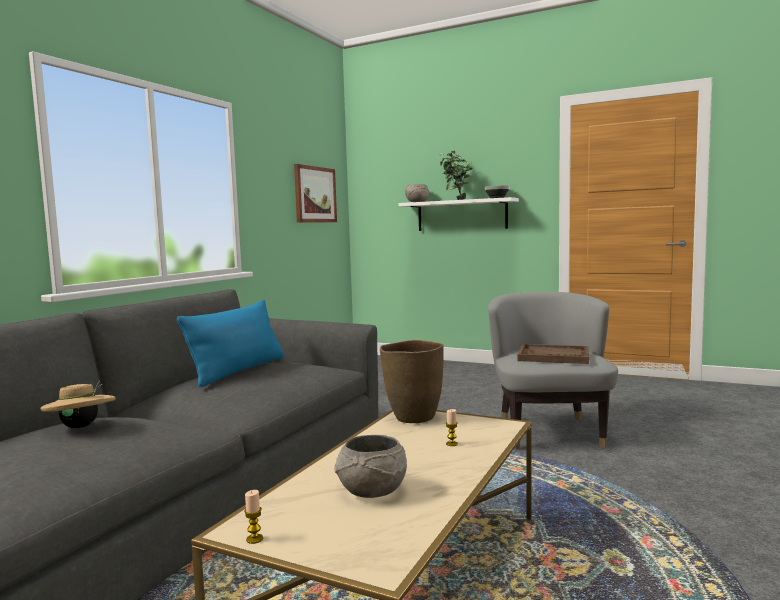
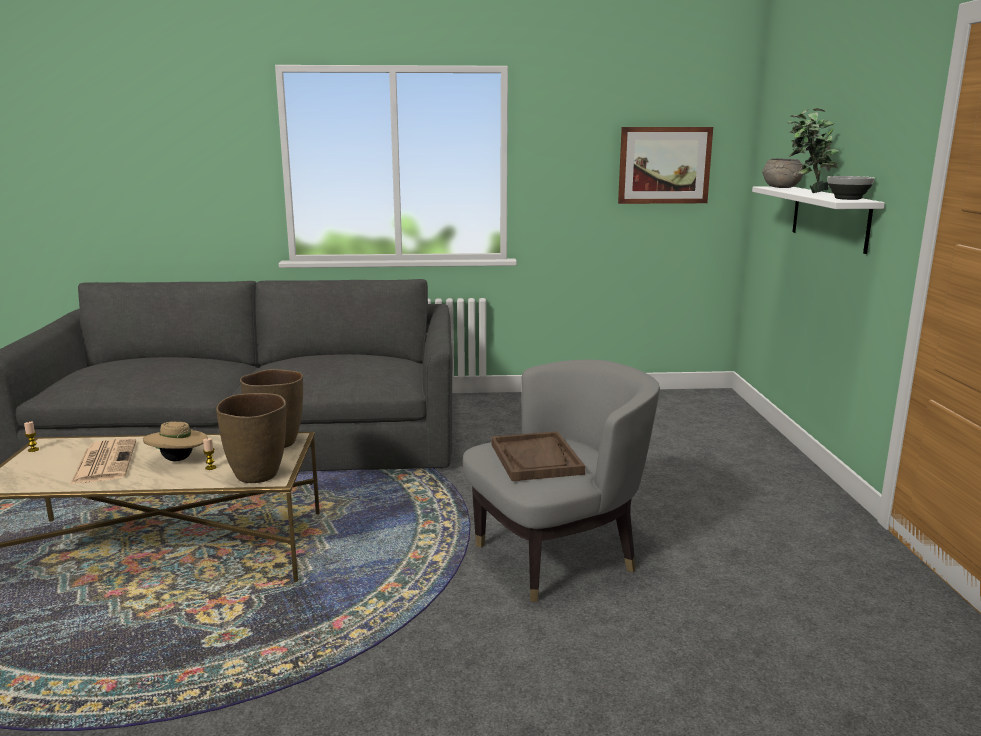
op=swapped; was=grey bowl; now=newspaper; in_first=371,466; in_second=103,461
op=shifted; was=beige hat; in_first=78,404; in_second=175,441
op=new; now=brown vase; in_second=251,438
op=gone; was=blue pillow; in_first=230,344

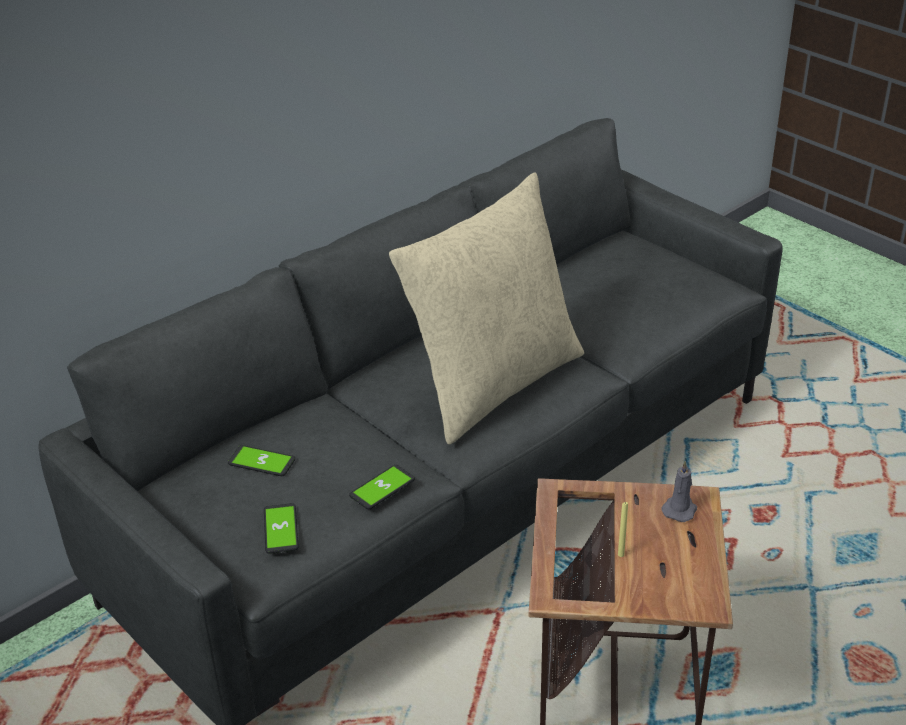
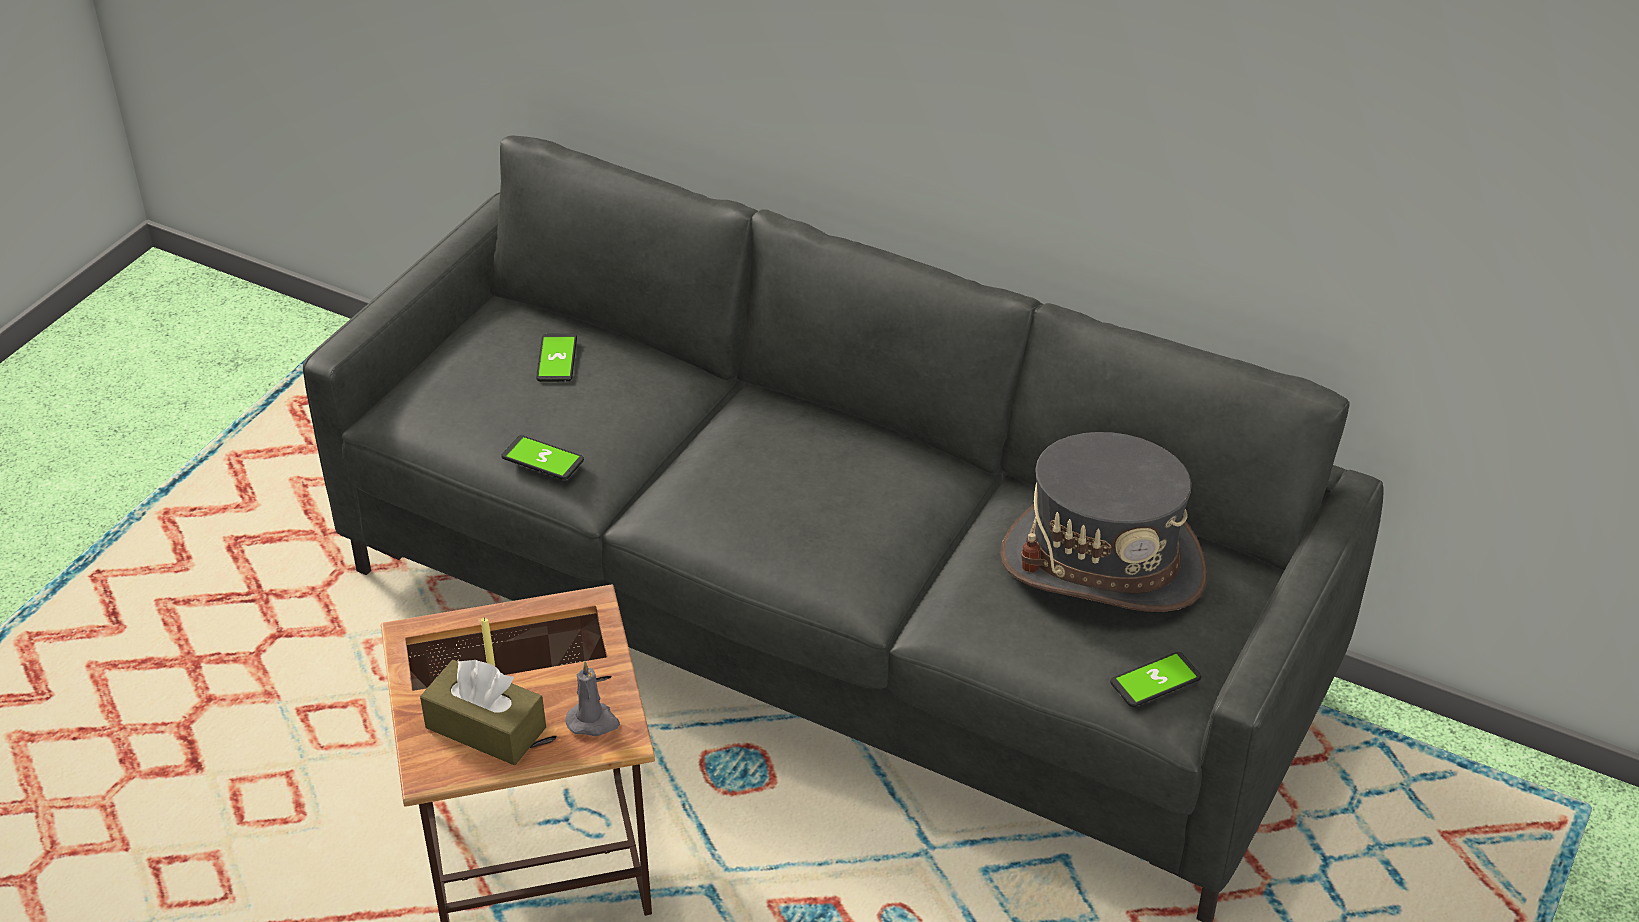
op=new; now=brown tissue box; in_second=483,712
op=new; now=grey hat; in_second=1103,522
op=shifted; was=phone; in_first=281,528; in_second=1156,679
op=gone; was=beige pillow; in_first=486,309

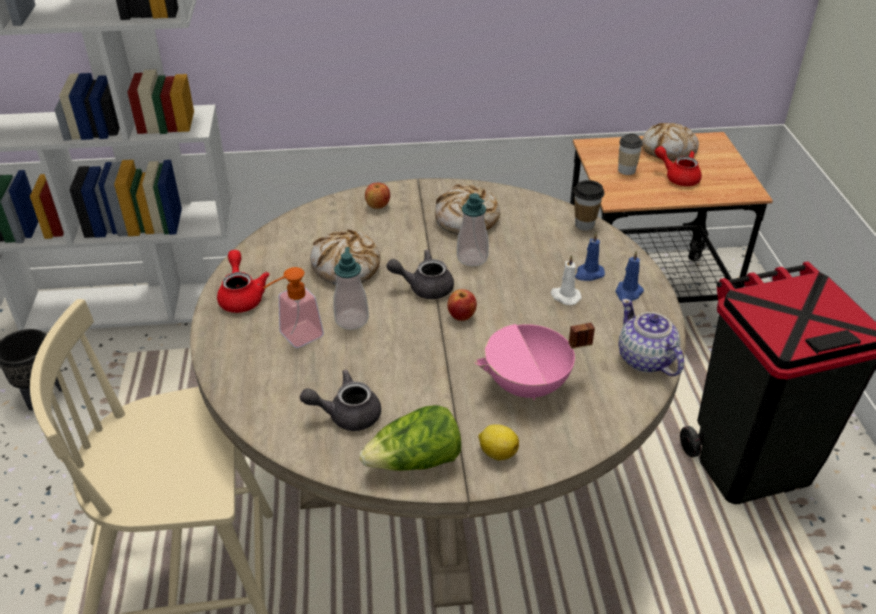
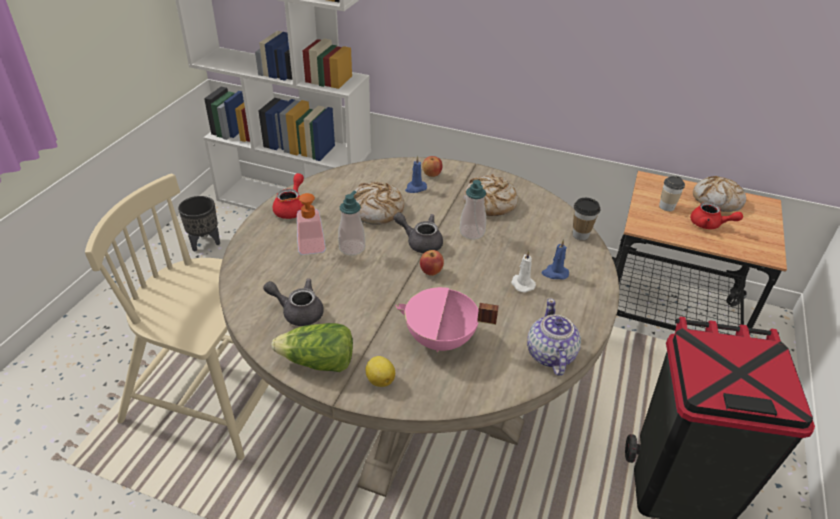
op=shifted; was=blue candle; in_first=629,275; in_second=416,174
op=rotated; was=red teapot; in_first=678,166; in_second=716,215; clockwise=150

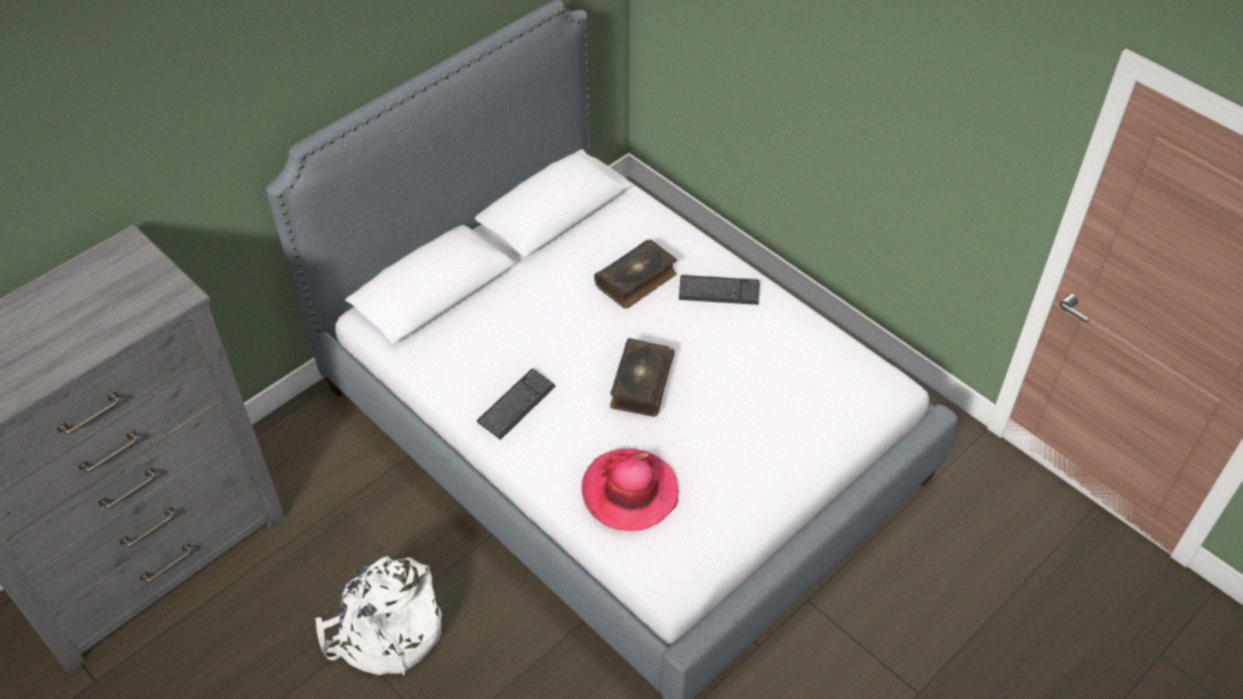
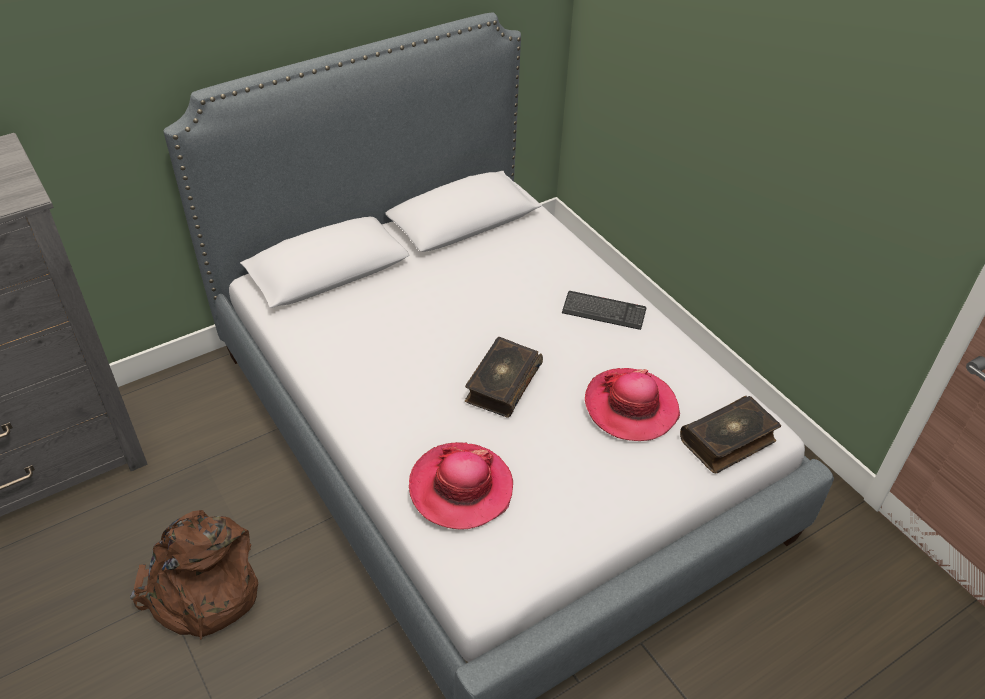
op=repainted; was=white backpack; now=brown backpack; in_first=378,615; in_second=194,575
op=new; now=hat; in_second=632,404
op=shifted; was=book; in_first=635,274; in_second=730,434
op=gone; was=keyboard; in_first=516,404

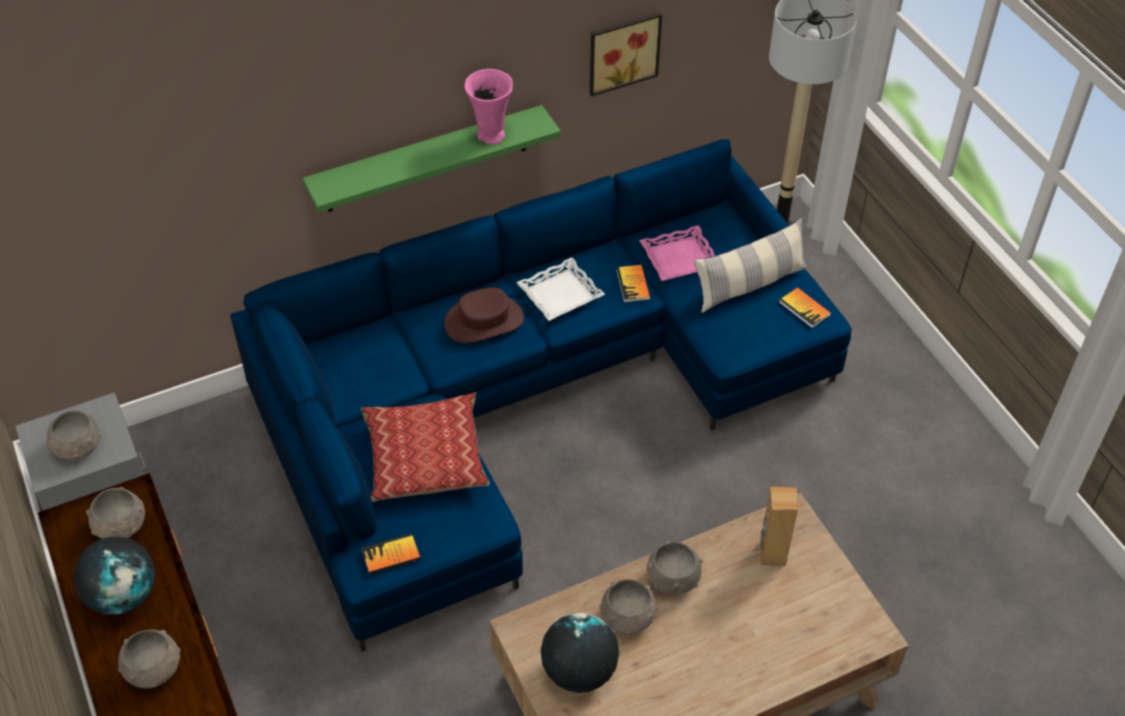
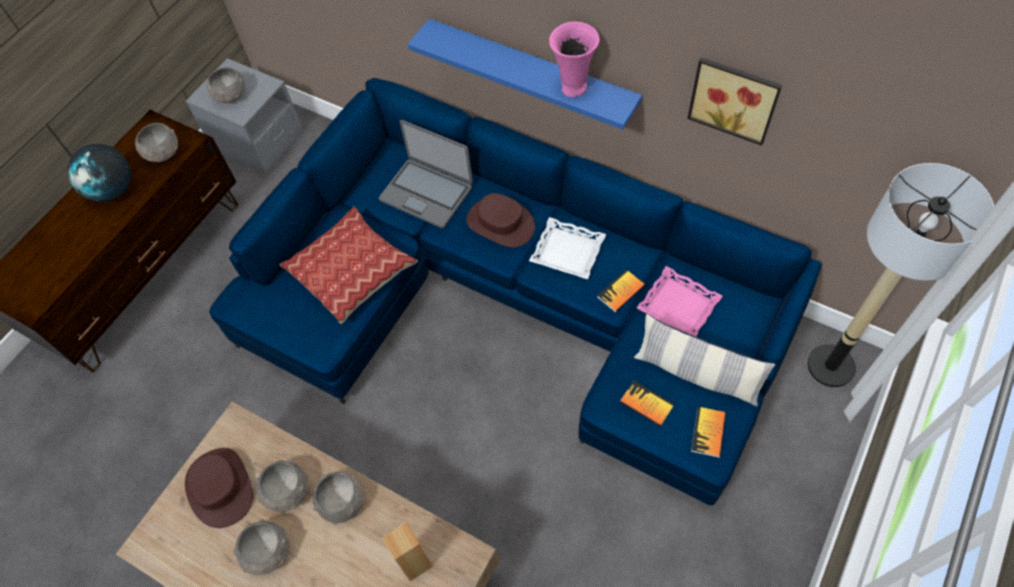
op=swapped; was=globe; now=brown hat; in_first=580,653; in_second=219,488
op=shifted; was=grey bowl; in_first=149,659; in_second=261,547
op=new; now=laptop; in_second=426,174
op=repainted; was=green shelf; now=blue shelf; in_first=432,158; in_second=525,74
op=shifted; was=book; in_first=391,553; in_second=647,403

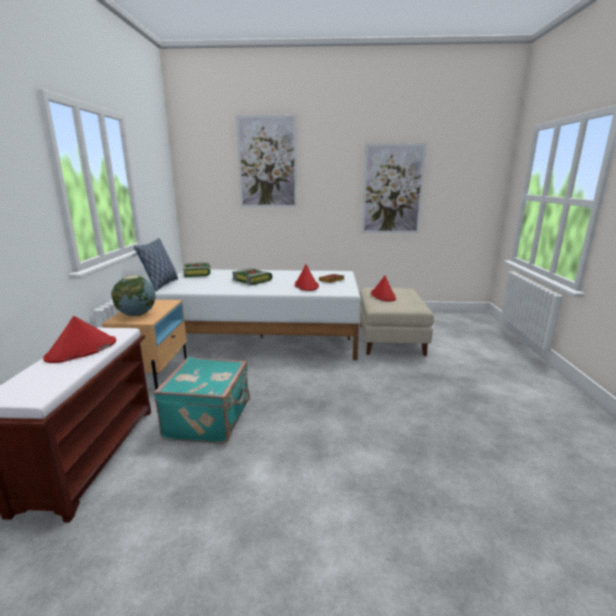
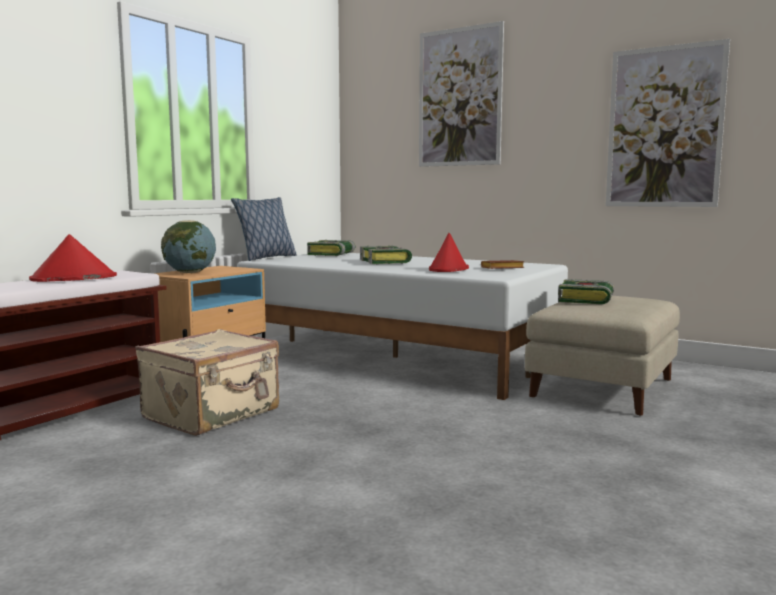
op=repainted; was=turquoise suitcase; now=beige suitcase; in_first=201,400; in_second=207,382
op=swapped; was=red hat; now=book; in_first=383,288; in_second=586,291

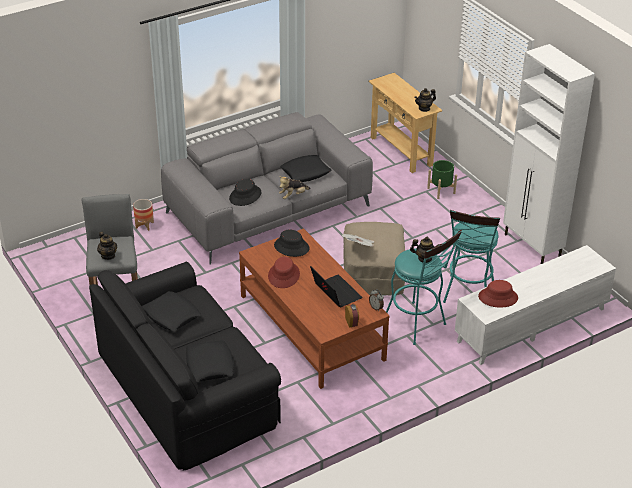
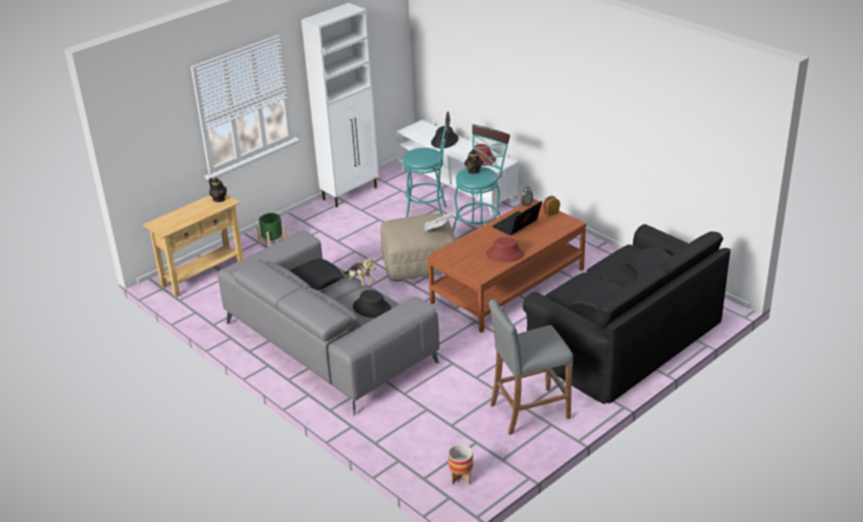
op=shifted; was=black hat; in_first=292,243; in_second=444,137
op=shifted; was=planter; in_first=143,215; in_second=460,464
op=gone; was=teapot; in_first=107,246

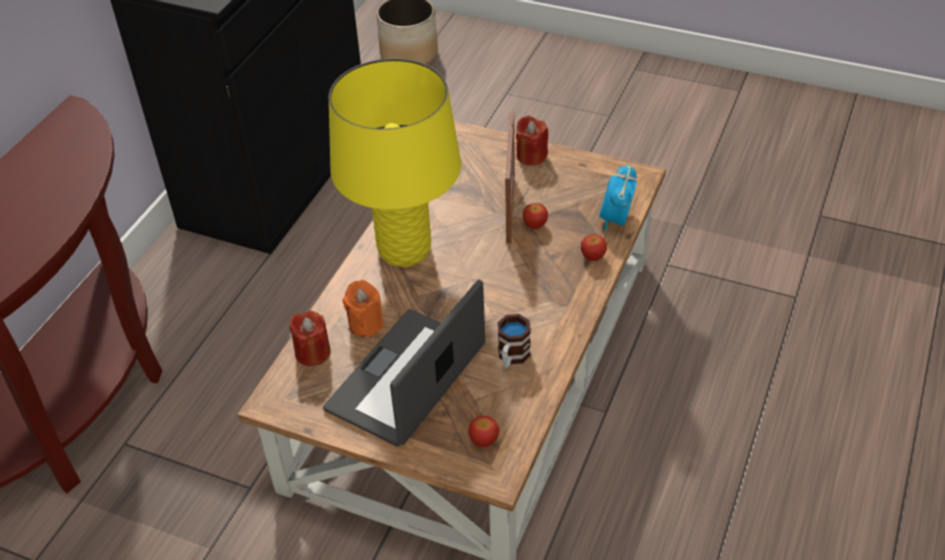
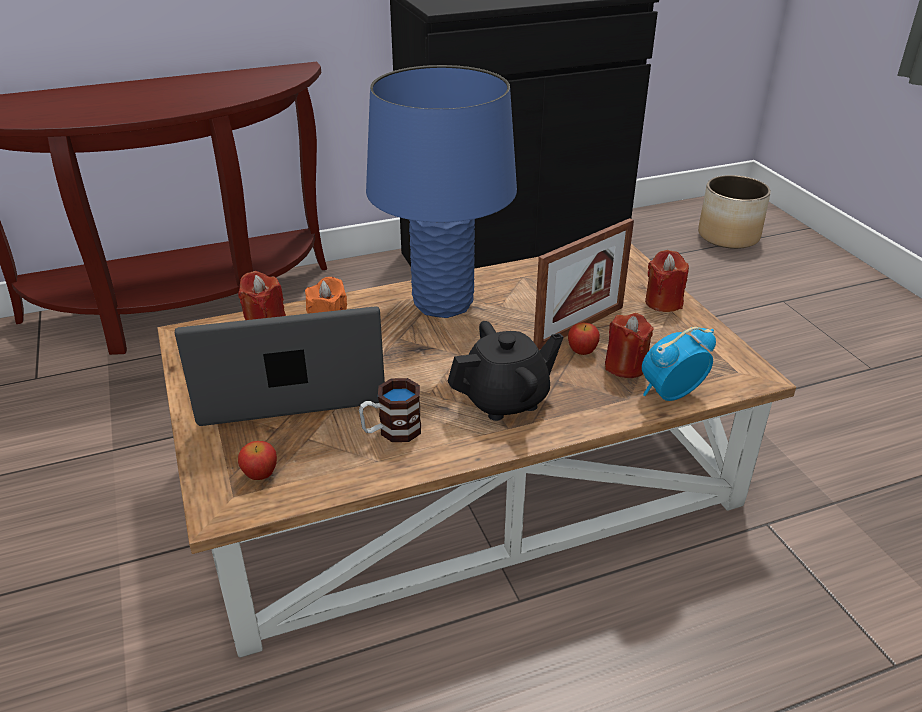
op=repainted; was=yellow table lamp; now=blue table lamp; in_first=395,162; in_second=441,191
op=new; now=black teapot; in_second=505,371
op=new; now=red candle; in_second=629,345
op=gone; was=apple; in_first=594,247

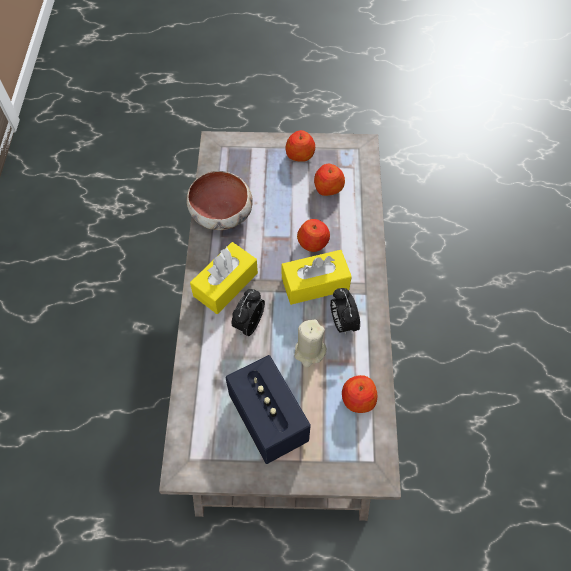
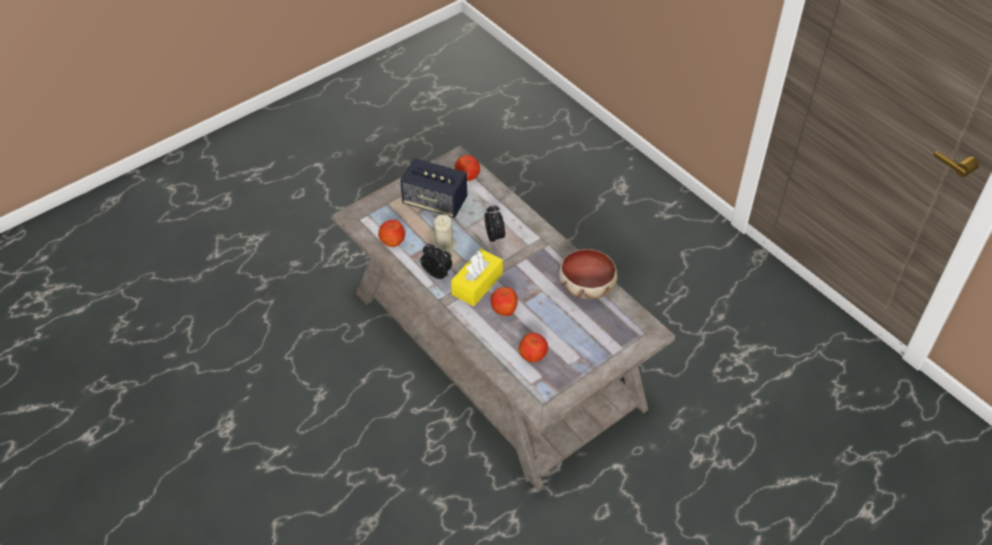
op=shifted; was=apple; in_first=300,146; in_second=467,168
op=gone; was=yellow tissue box; in_first=224,278

